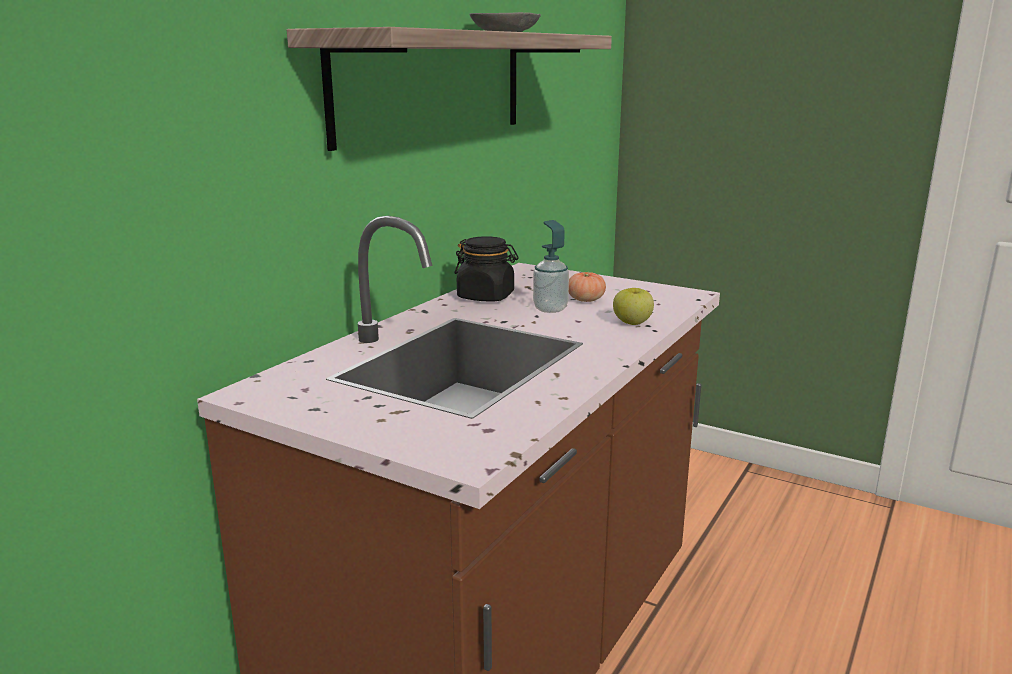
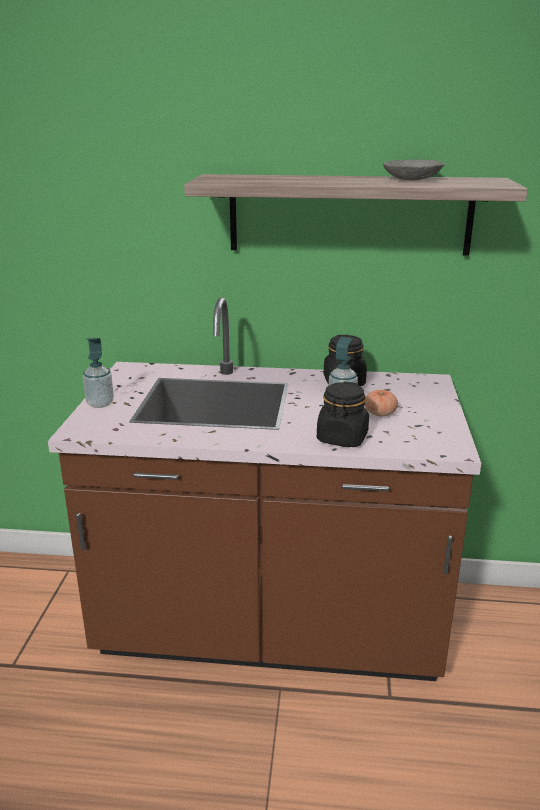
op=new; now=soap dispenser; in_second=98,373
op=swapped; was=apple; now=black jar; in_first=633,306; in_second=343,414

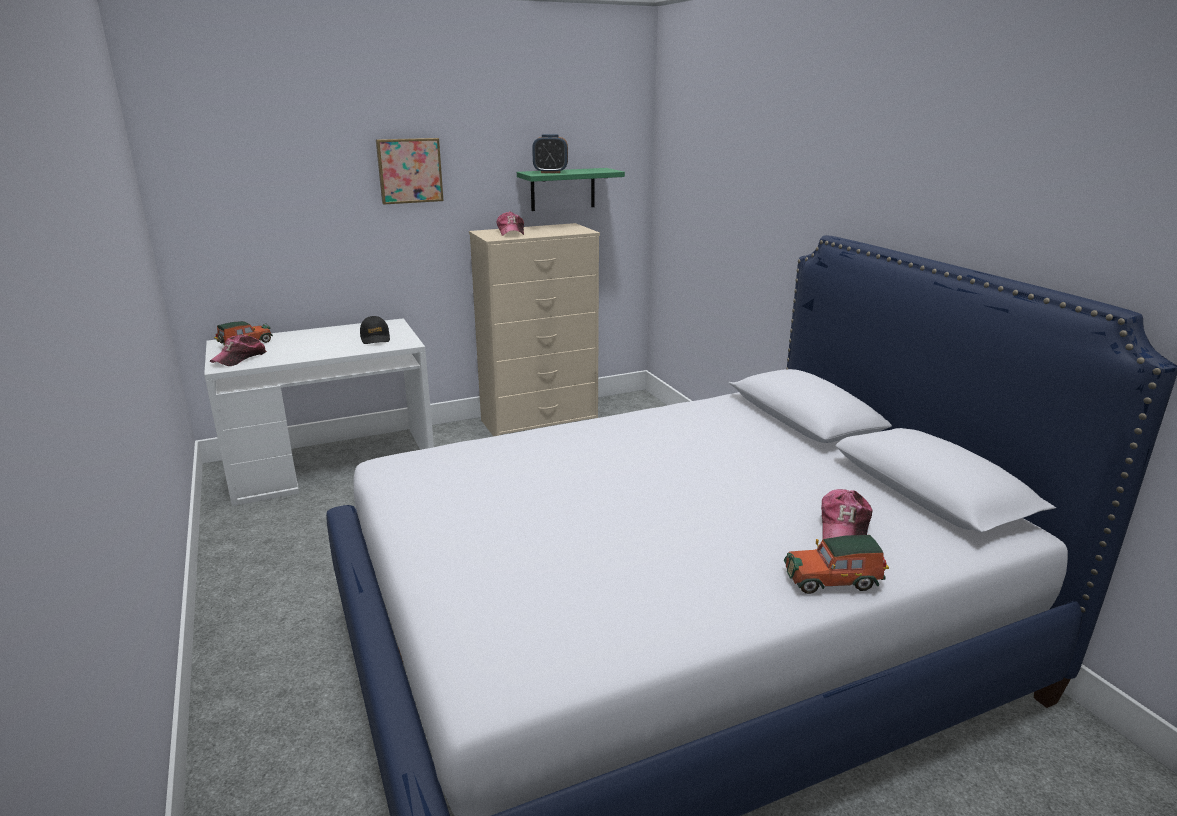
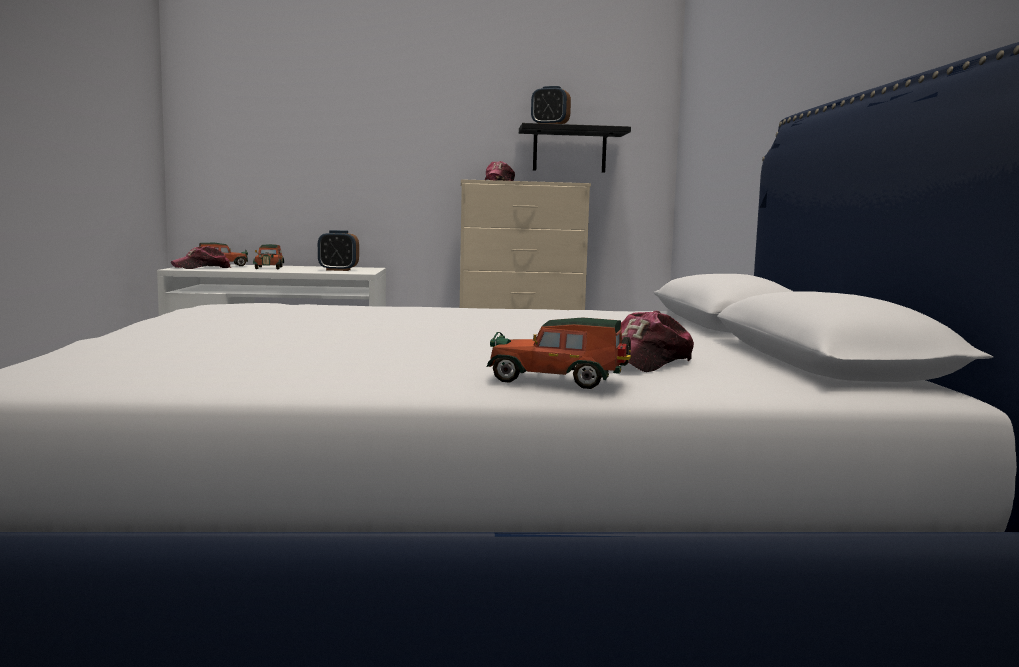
op=new; now=toy car; in_second=268,257
op=swapped; was=black cap; now=alarm clock; in_first=375,330; in_second=338,250
op=repainted; was=green shelf; now=black shelf; in_first=571,189; in_second=575,148
op=gone; was=picture; in_first=410,171

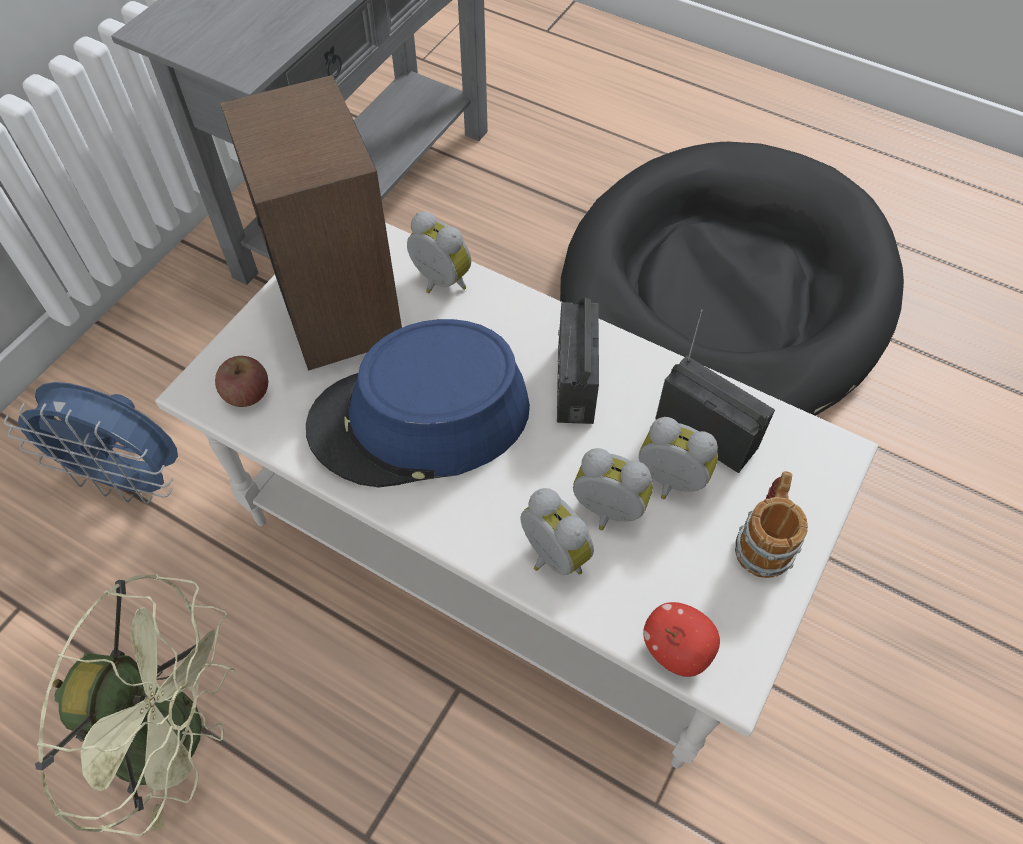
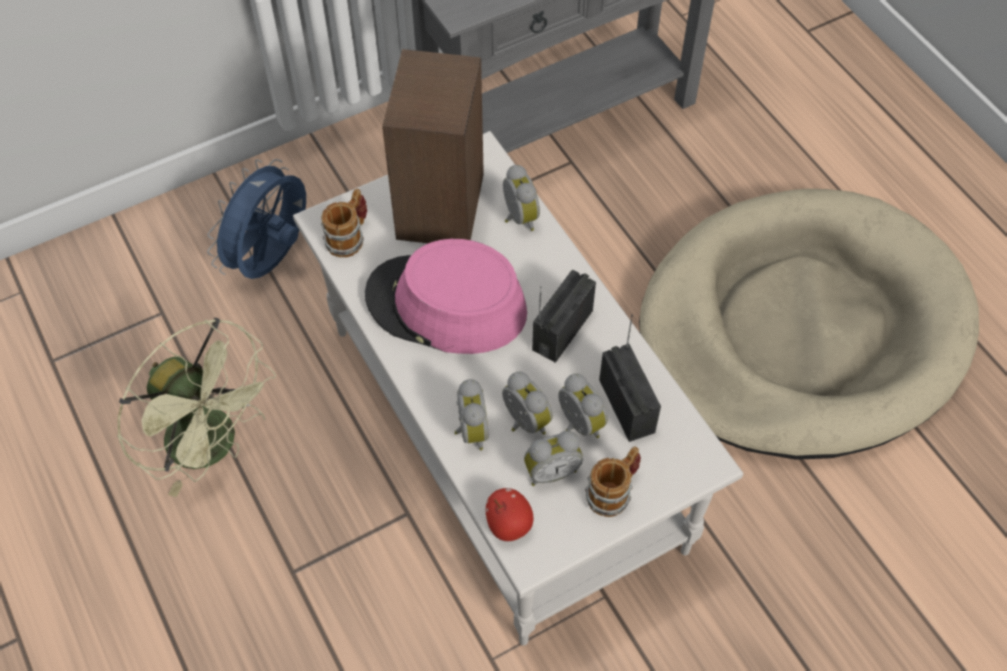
op=rotated; was=blue fan; in_first=91,443; in_second=256,219; clockwise=75
op=swapped; was=apple; now=mug; in_first=241,381; in_second=344,223
op=repainted; was=blue hat; now=pink hat; in_first=418,403; in_second=446,296
op=new; now=alarm clock; in_second=553,458
op=repainted; was=black dog bed; now=beige dog bed; in_first=732,279; in_second=809,324

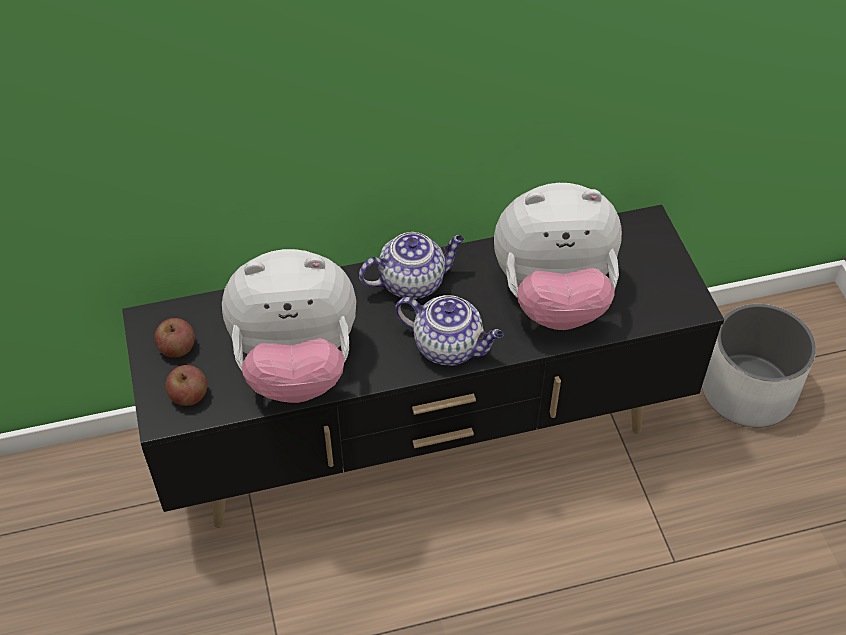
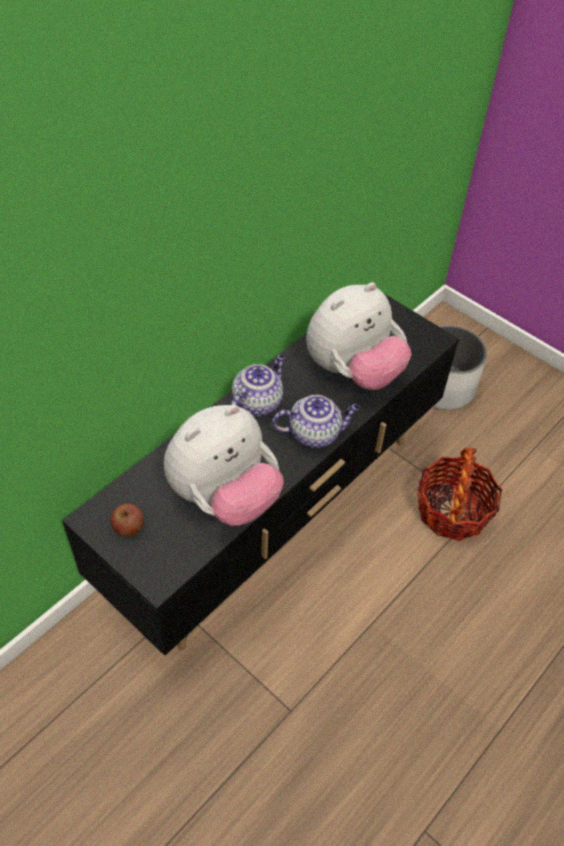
op=new; now=basket; in_second=459,494
op=gone; was=apple; in_first=186,385

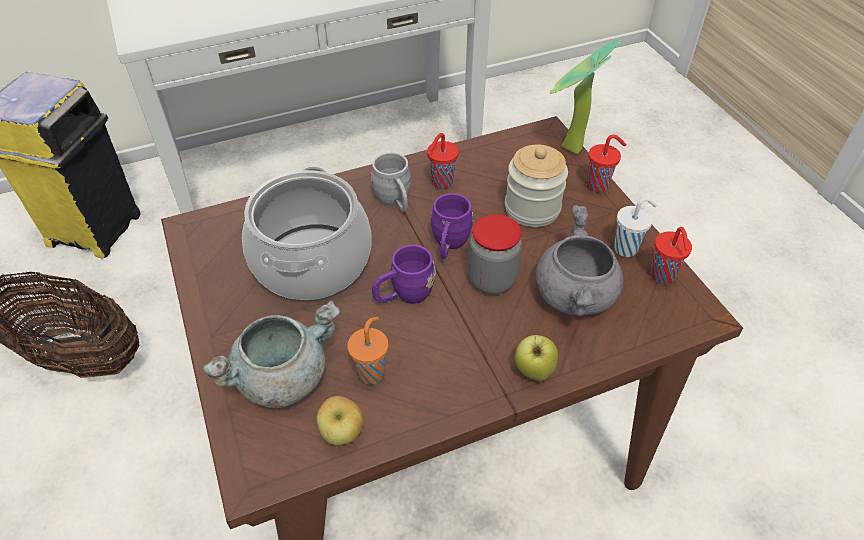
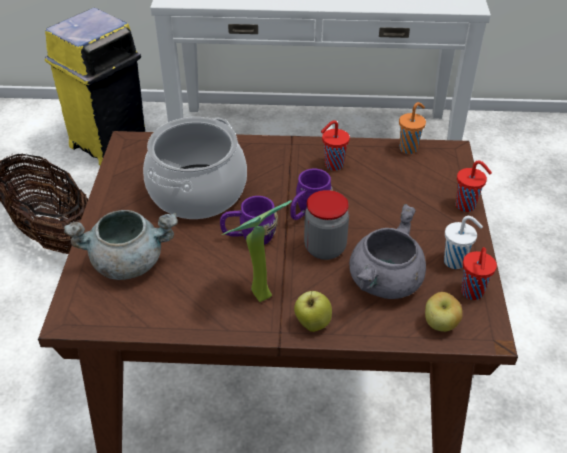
op=shifted; was=potted plant; in_first=586,96; in_second=257,251
op=shifted; was=orange cup; in_first=367,351; in_second=412,128
op=shifted; was=apple; in_first=340,420; in_second=444,312
op=gone; was=grey mug; in_first=391,182
op=gone; was=jar; in_first=536,186

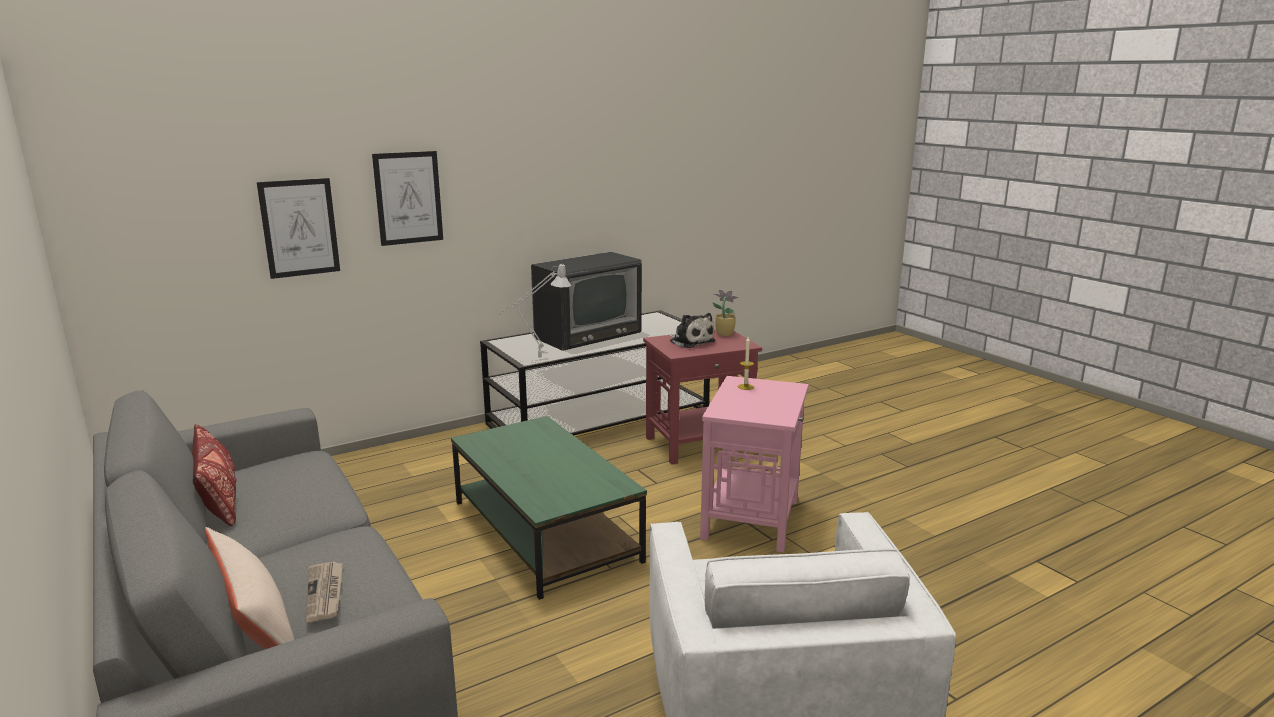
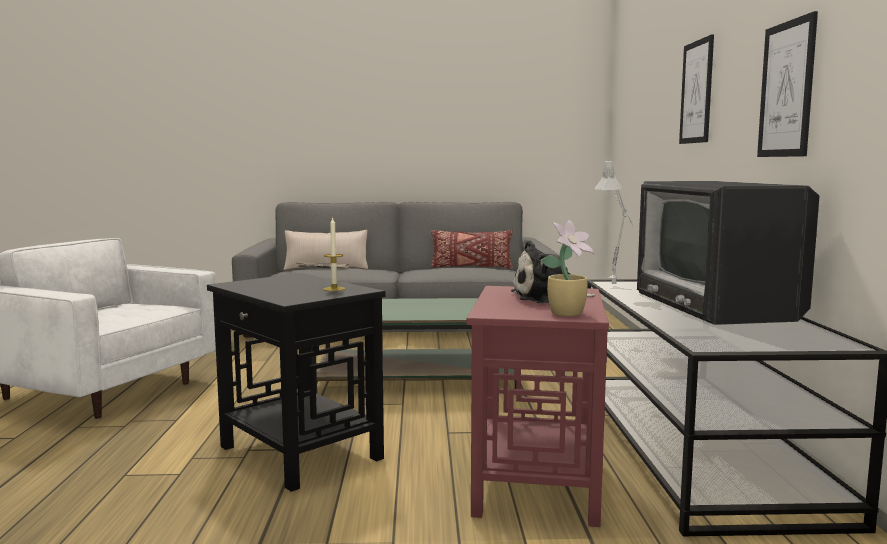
op=repainted; was=pink side table; now=black side table; in_first=754,464; in_second=296,382
op=shifted; was=picture; in_first=298,228; in_second=787,84

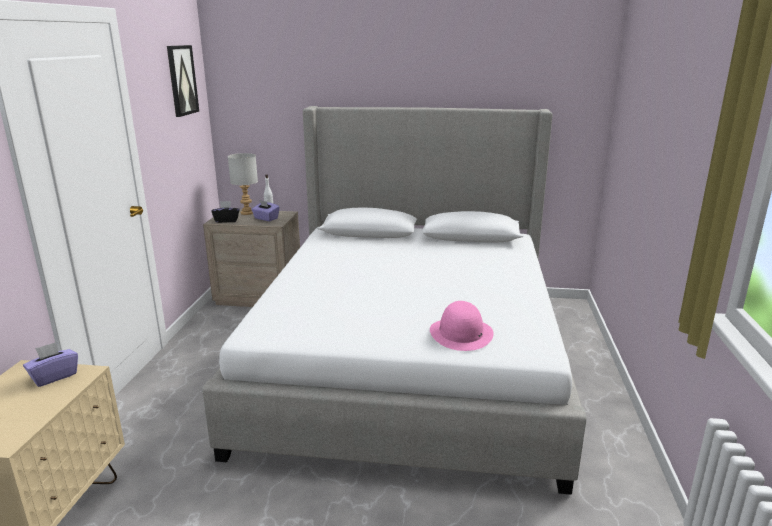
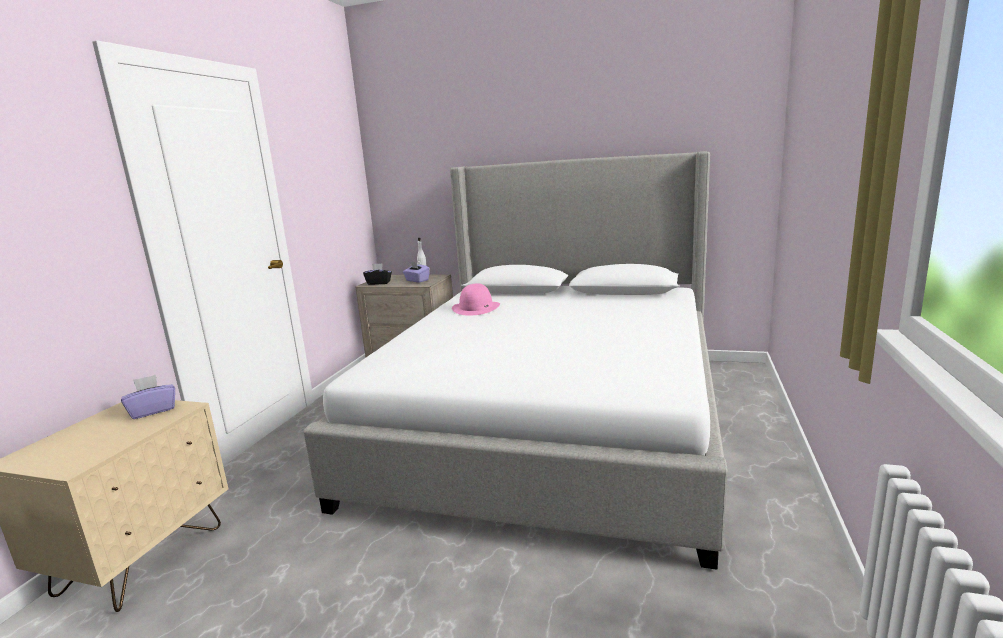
op=shifted; was=pink hat; in_first=462,326; in_second=476,299
op=gone; was=picture; in_first=183,81
op=gone; was=grey table lamp; in_first=243,184

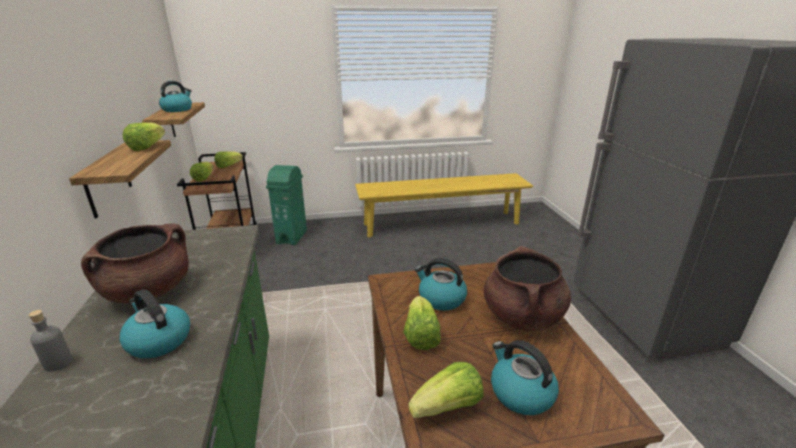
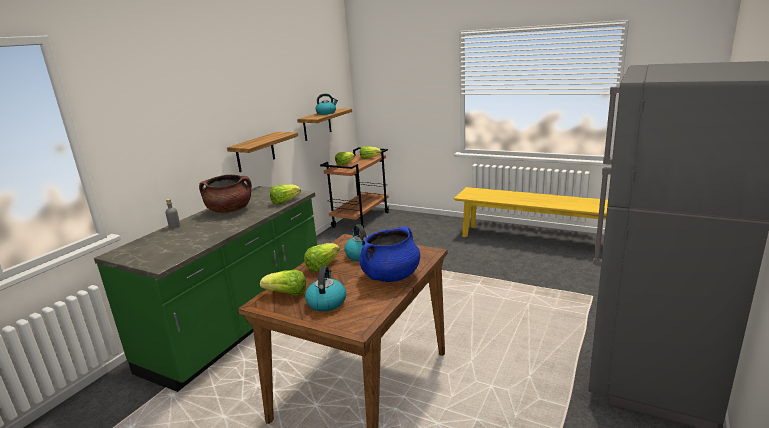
op=shifted; was=lettuce; in_first=144,136; in_second=285,194
op=repainted; was=brown cooking pot; now=blue cooking pot; in_first=527,288; in_second=389,254
op=gone; was=kettle; in_first=154,323
op=gone; was=green trash can; in_first=286,205

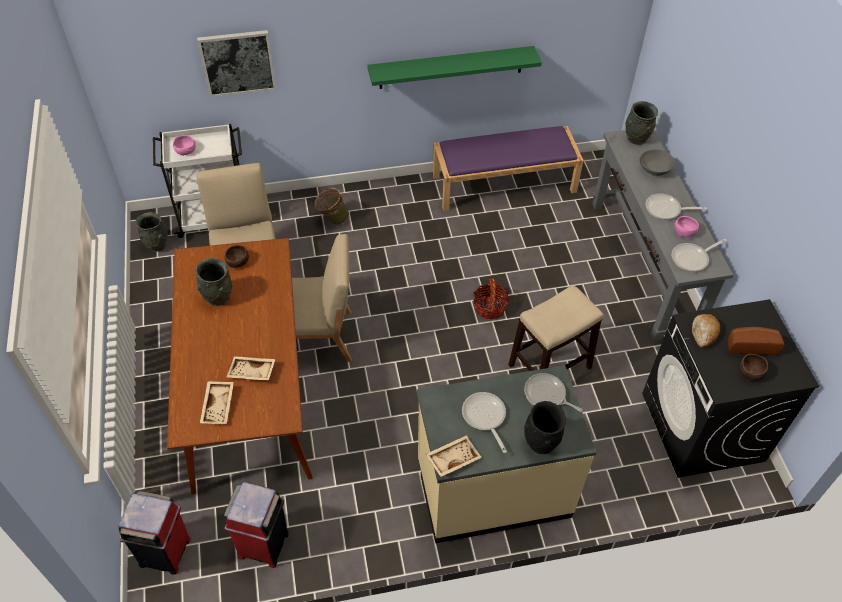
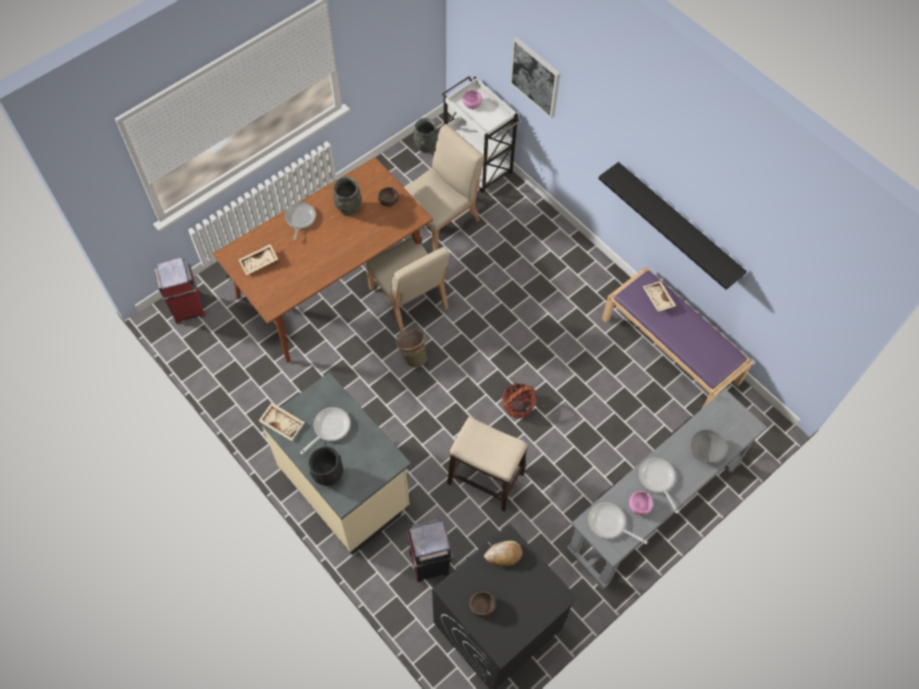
op=shifted; was=frying pan; in_first=553,392; in_second=300,221
op=shifted; was=green bucket; in_first=331,206; in_second=411,348
op=shifted; was=red trash can; in_first=256,525; in_second=429,550
op=repainted; was=green shelf; now=black shelf; in_first=455,67; in_second=673,226
op=shifted; was=beige tray; in_first=251,368; in_second=659,296
op=gone; was=grey vase; in_first=641,123
op=gone; was=bread; in_first=756,341

